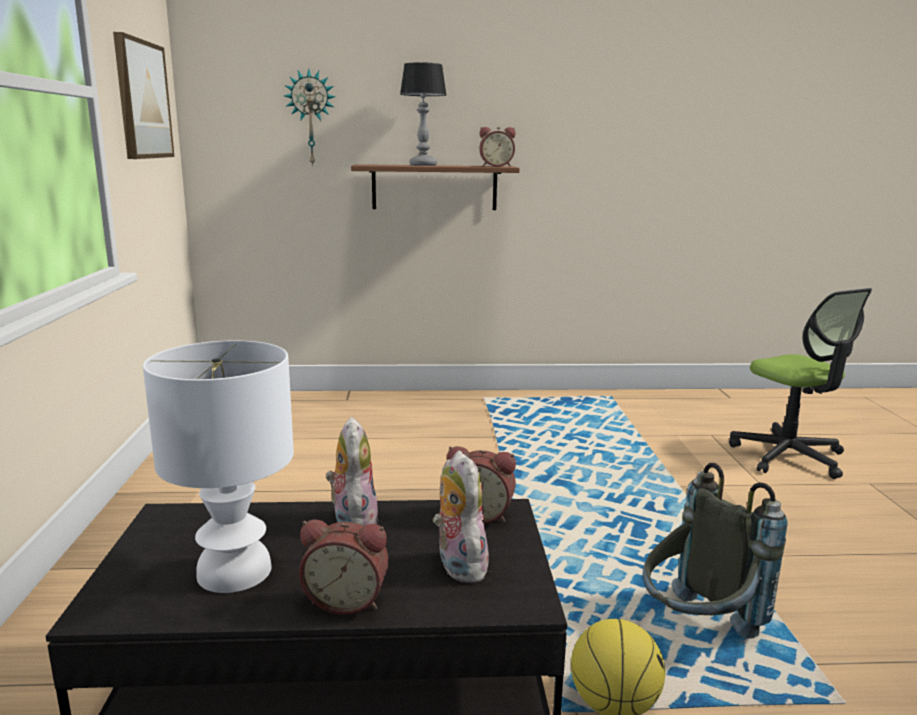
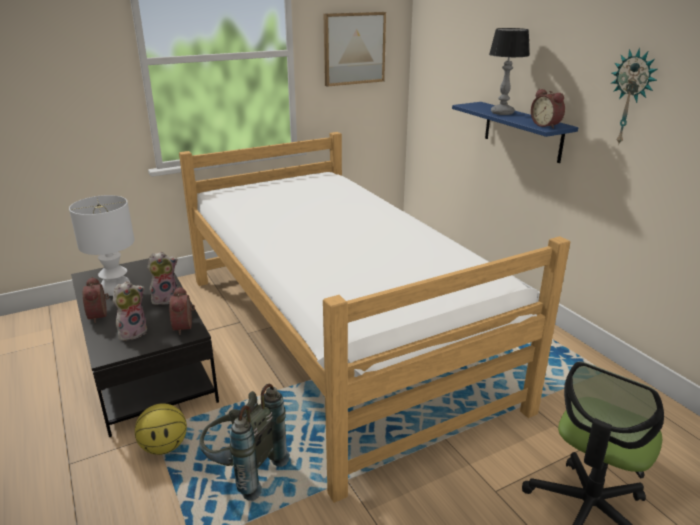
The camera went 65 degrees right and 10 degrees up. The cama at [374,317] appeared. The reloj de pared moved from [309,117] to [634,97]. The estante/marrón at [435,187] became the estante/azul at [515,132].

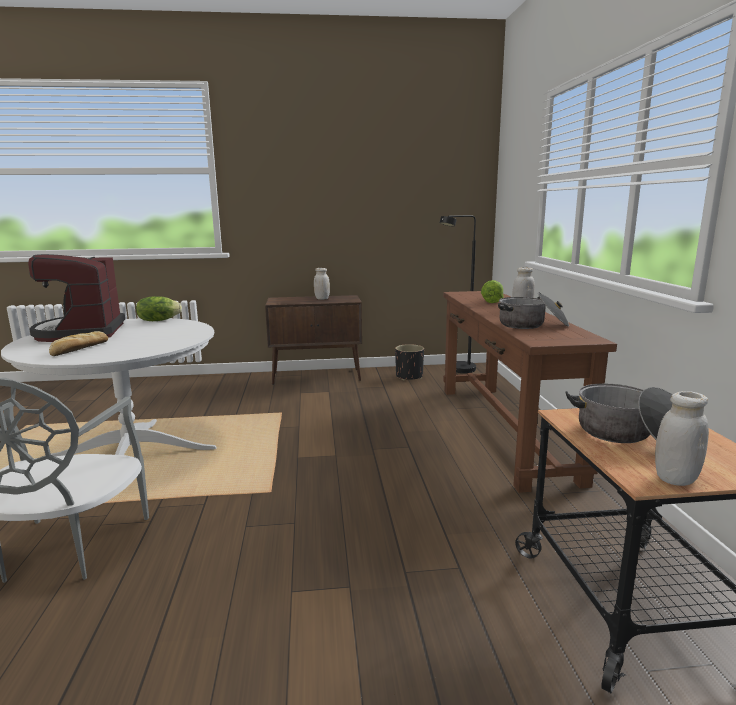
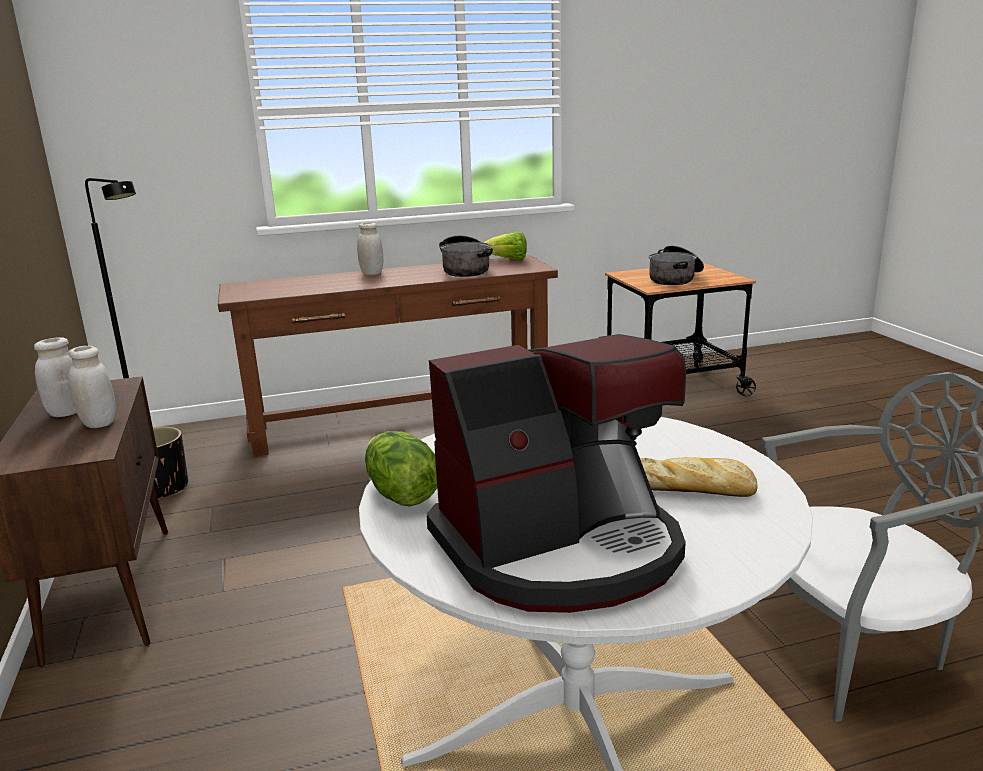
The camera went 100 degrees left and 5 degrees up. The lechuga moved from [492,291] to [505,246]. The tarro/blanco moved from [682,438] to [92,387].

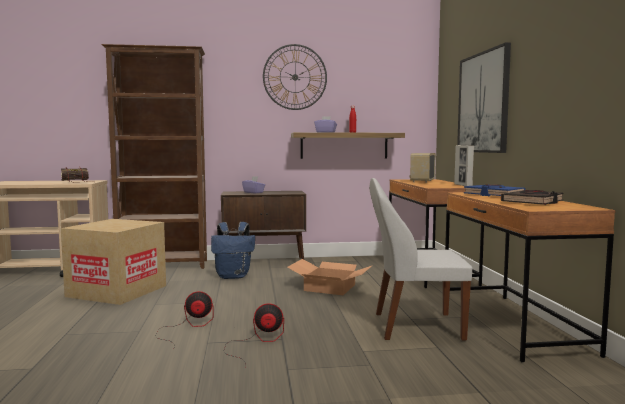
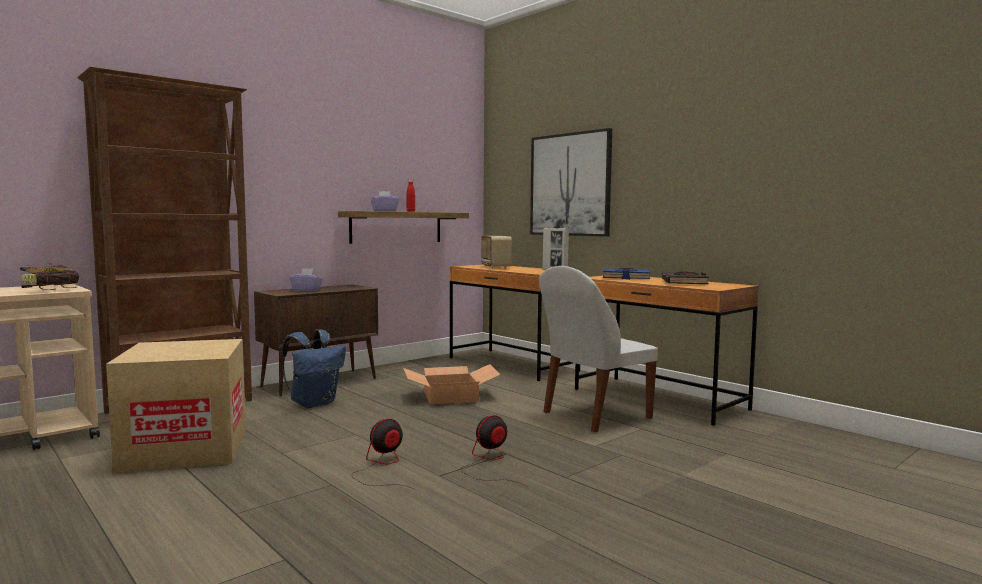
The camera went 35 degrees left and 0 degrees up. The reloj de pared at [295,77] disappeared.

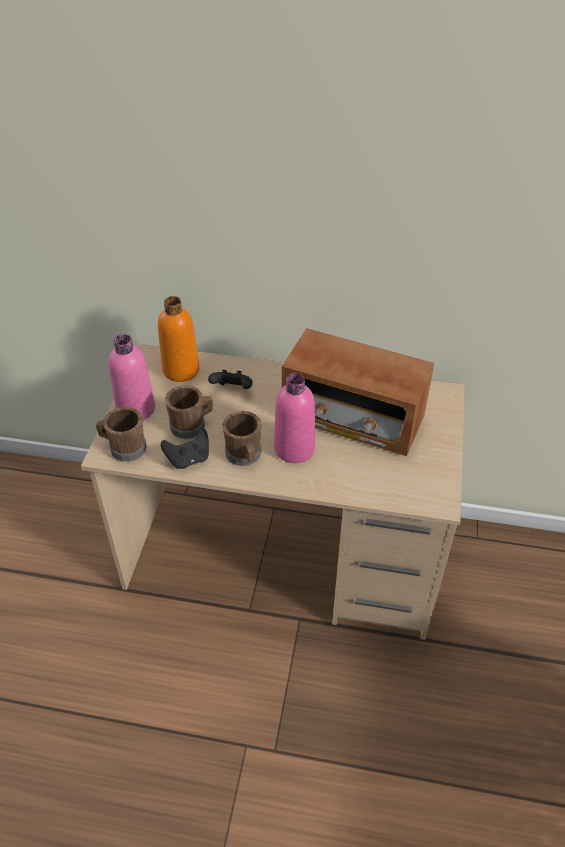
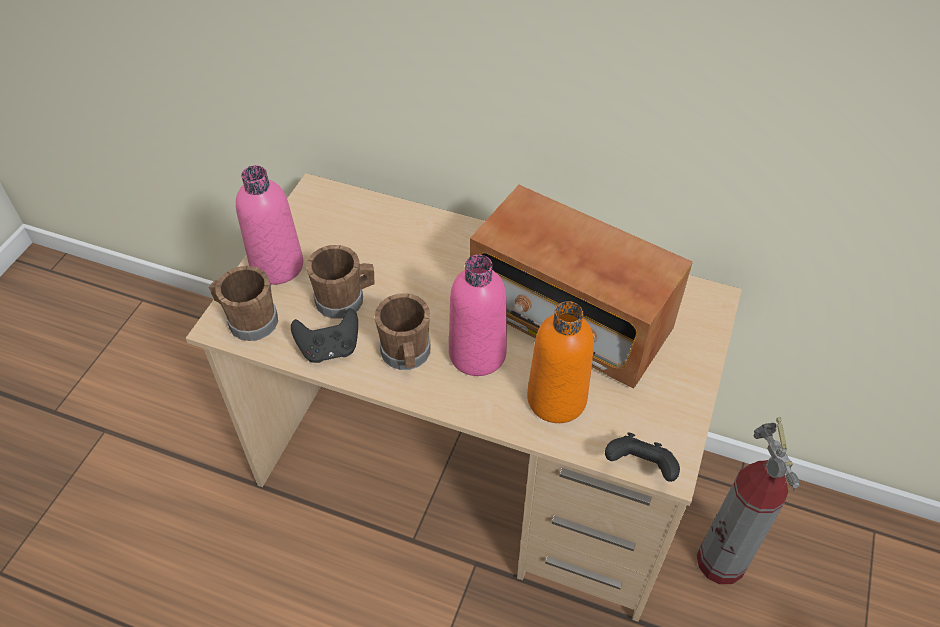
The camera went 10 degrees right and 5 degrees up. The extintor at [748,500] appeared. The botella/naranja moved from [179,339] to [560,362]. The mando de consola/negro moved from [230,379] to [642,457].

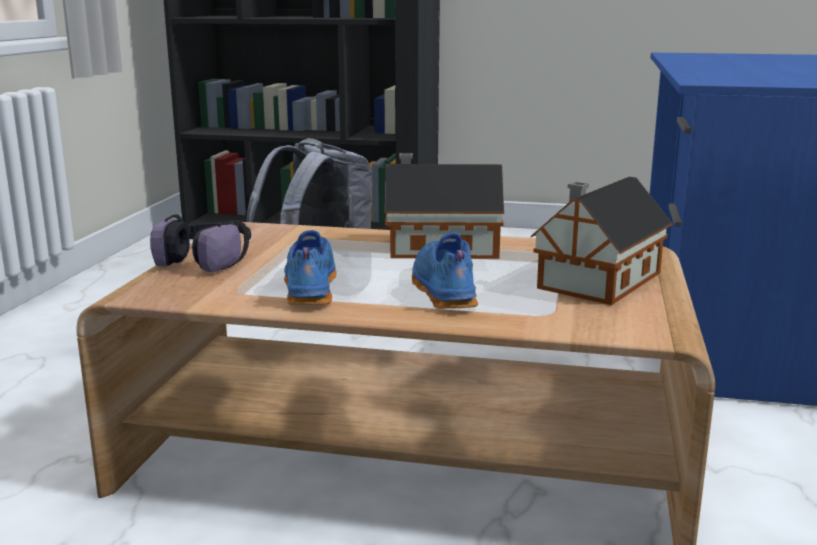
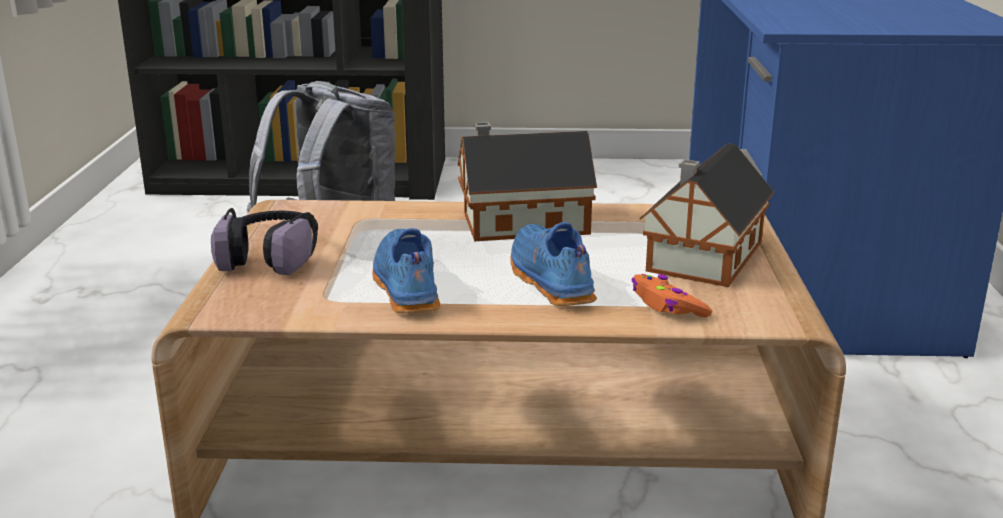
The camera went 10 degrees left and 5 degrees up. The mando de consola/naranja at [672,296] appeared.

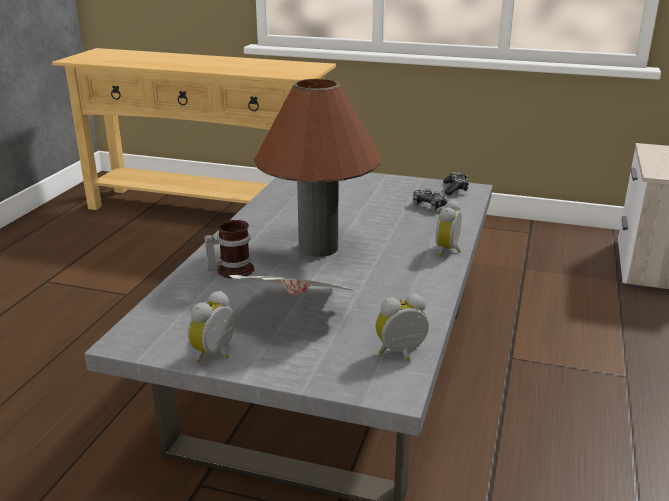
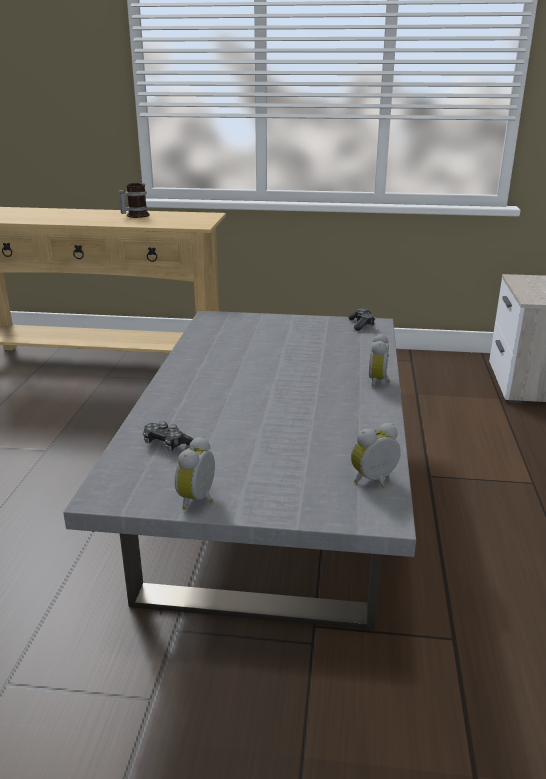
The camera went 10 degrees left and 0 degrees up. The periódico at [291,285] disappeared. The lámpara de mesa/marrón at [317,168] disappeared. The taza grande moved from [229,249] to [134,200]. The mando de consola moved from [431,199] to [168,436].

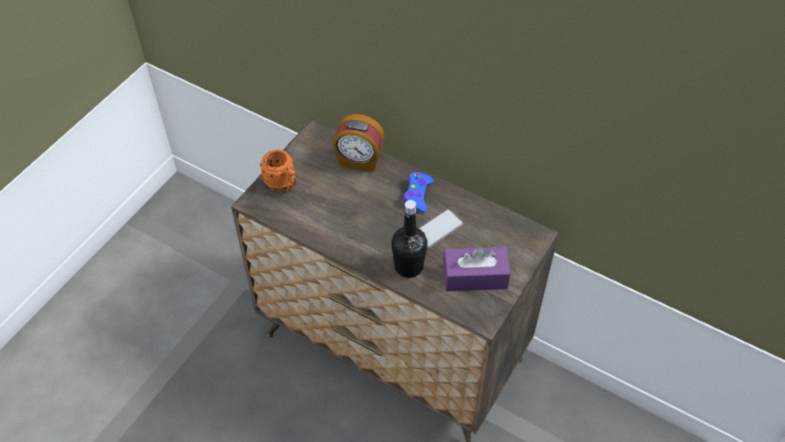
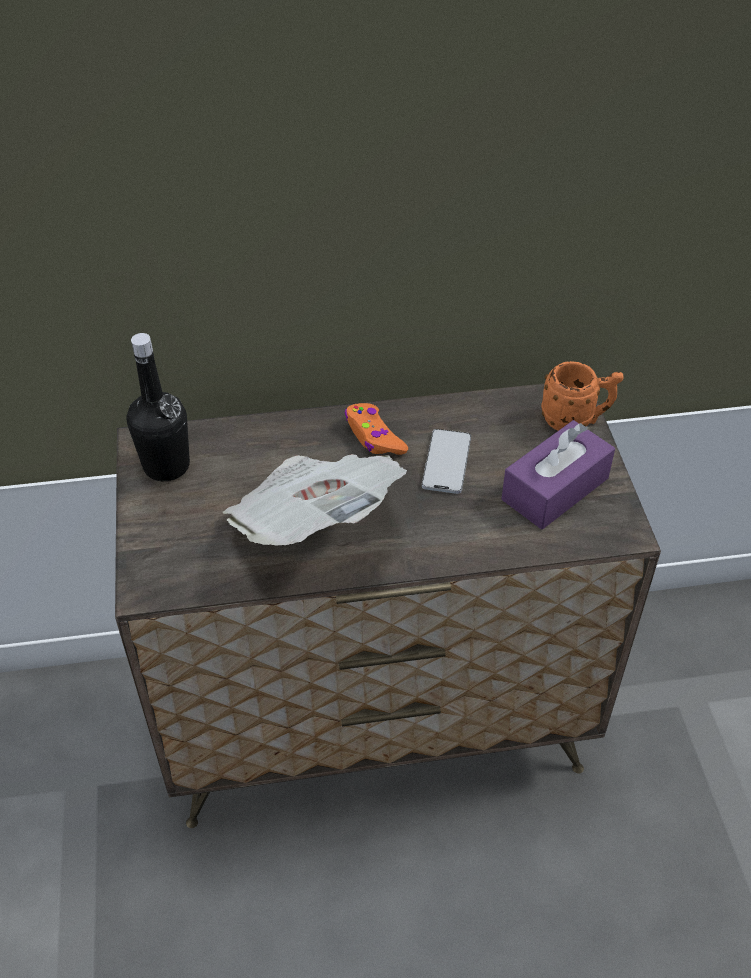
The camera went 40 degrees left and 5 degrees down. The despertador at [359,143] disappeared. The periódico at [315,499] appeared. The taza grande/naranja moved from [278,171] to [582,396]. The botella/negro moved from [410,239] to [158,407]. The mando de consola/azul at [418,192] became the mando de consola/naranja at [376,429].

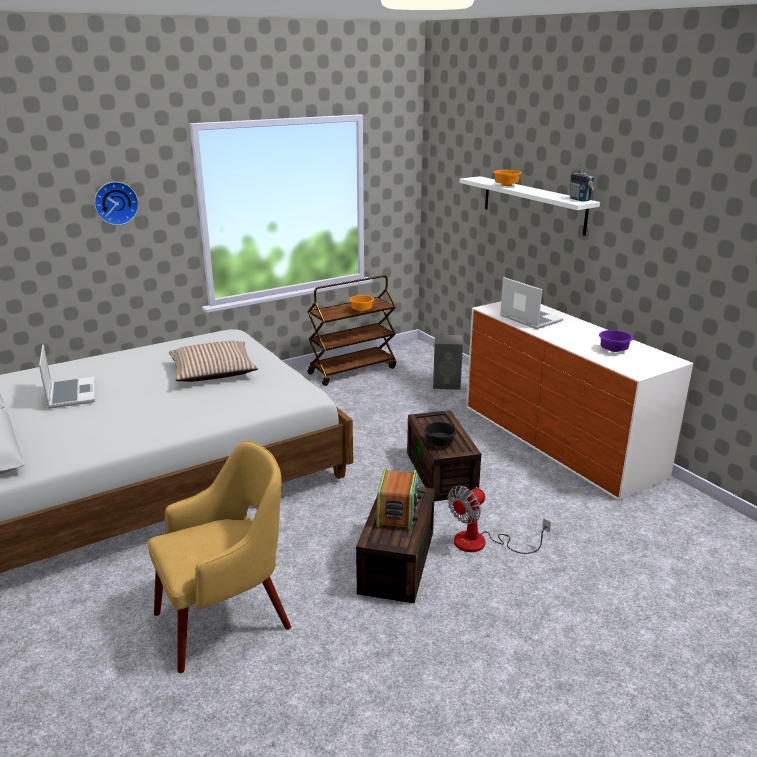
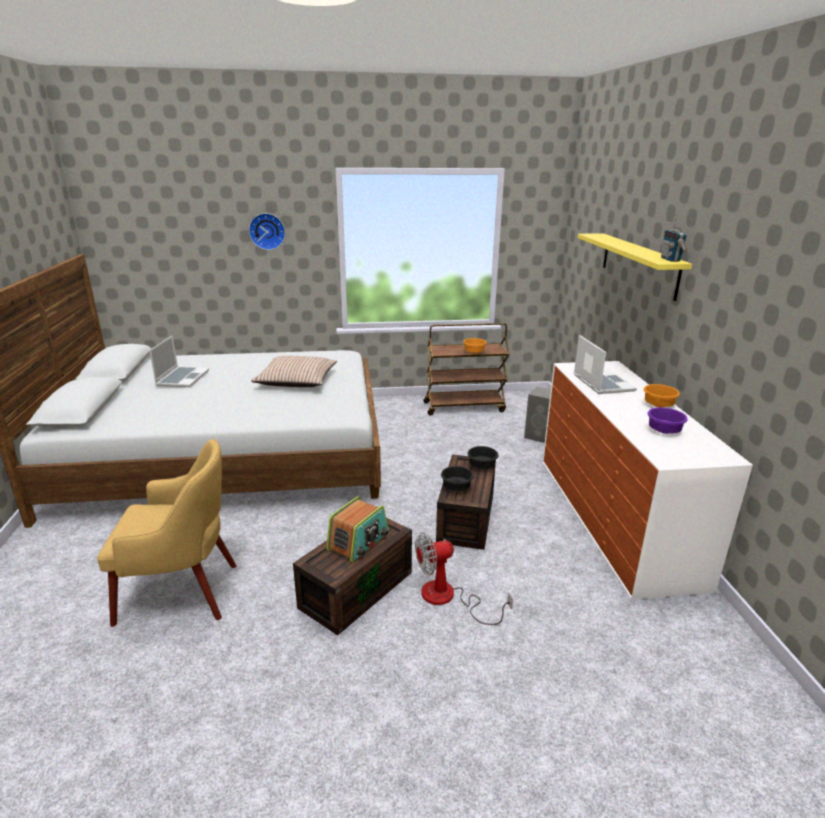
The camera went 25 degrees right and 0 degrees up. The cuenco/negro at [483,457] appeared. The cuenco/naranja moved from [507,178] to [661,395]. The estante/blanco at [530,206] became the estante/amarillo at [635,267].

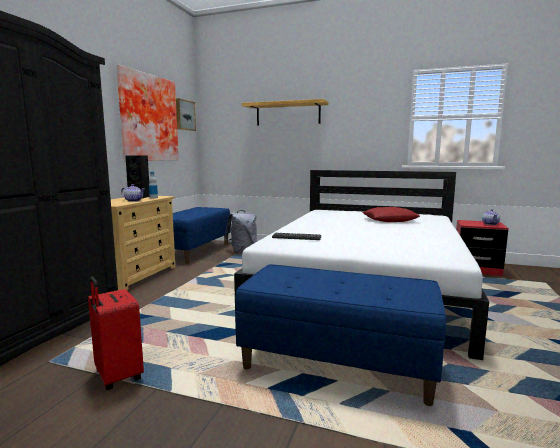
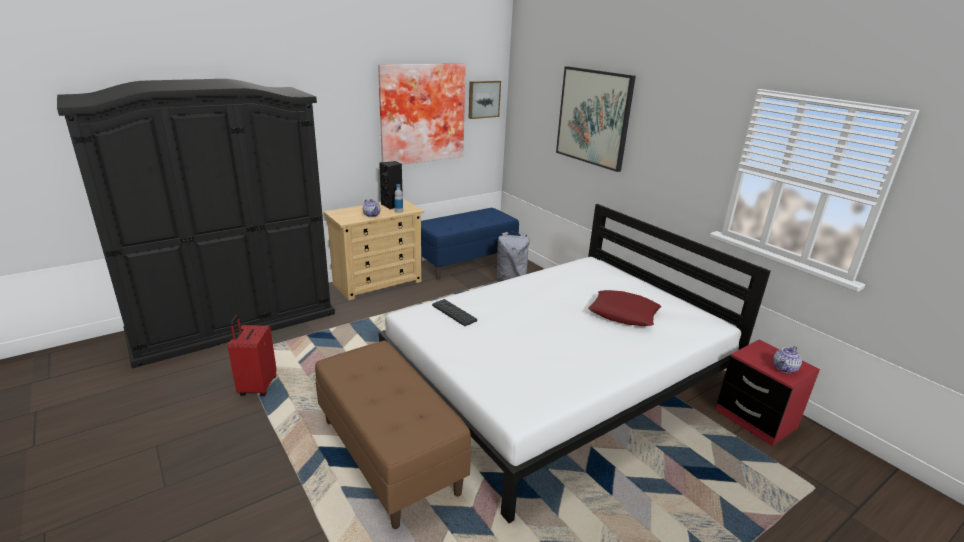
The camera went 35 degrees right and 15 degrees up. The estante at [285,112] was replaced by the cuadro at [596,119]. The banco/azul at [340,335] became the banco/marrón at [393,434].

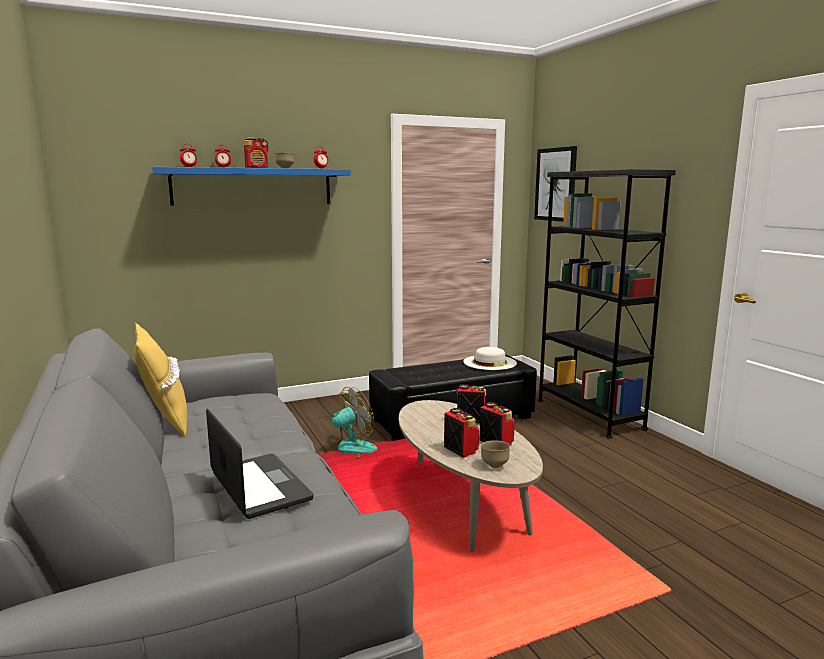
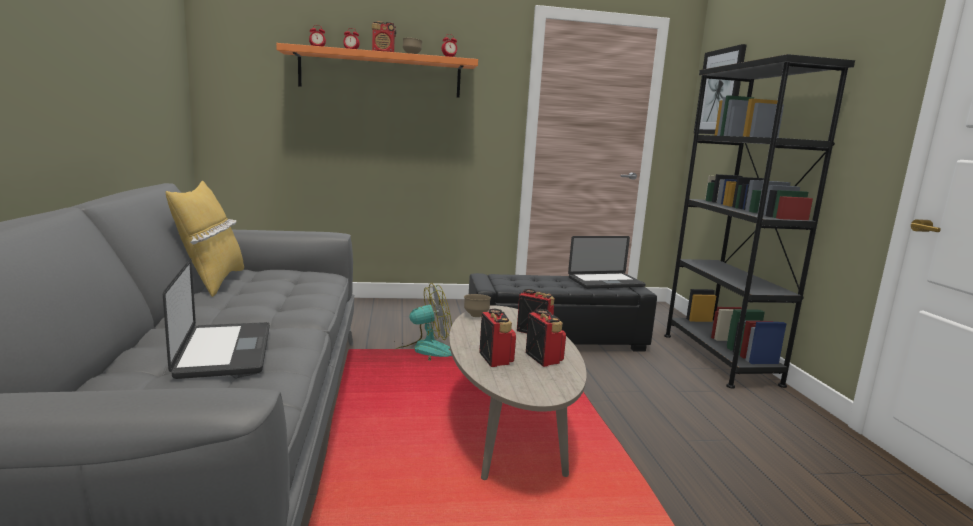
The camera went 15 degrees right and 0 degrees up. The cuenco/marrón moved from [495,454] to [477,305]. The sombrero/blanco at [490,358] was replaced by the portátil at [607,262]. The estante/azul at [251,186] became the estante/naranja at [377,70].

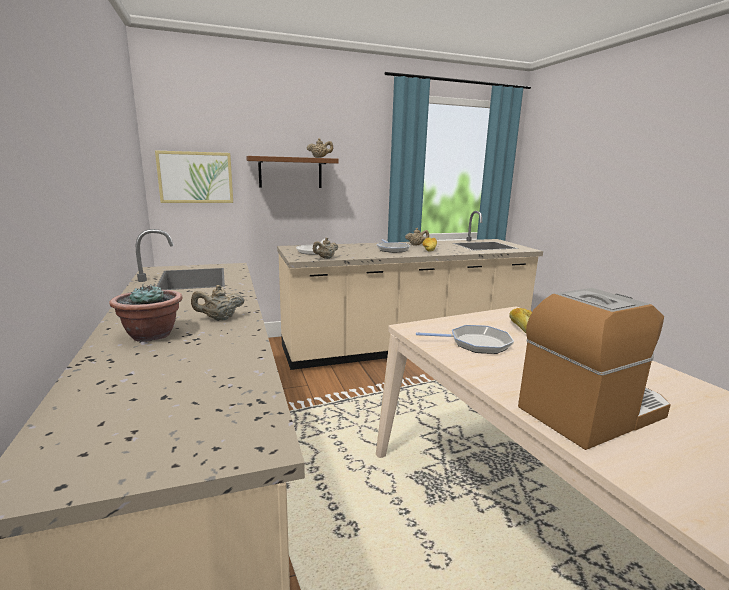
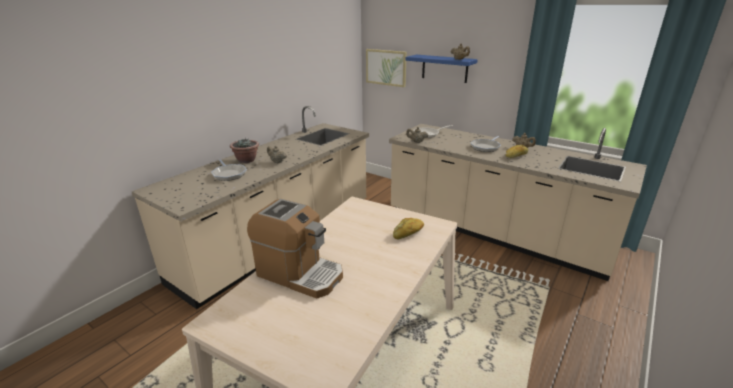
The camera went 55 degrees right and 10 degrees up. The sartén moved from [465,339] to [229,170]. The estante/marrón at [292,172] became the estante/azul at [441,69].

